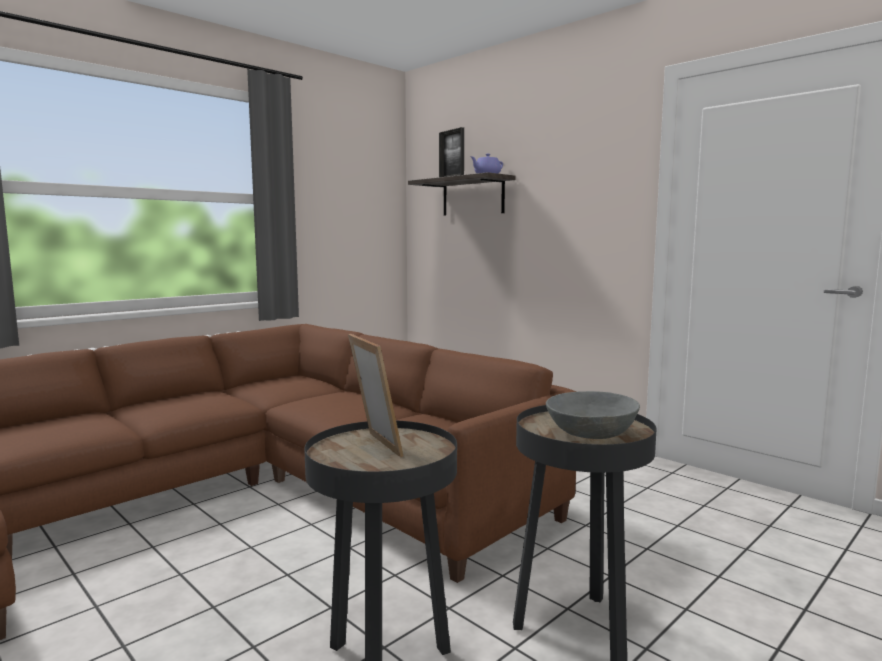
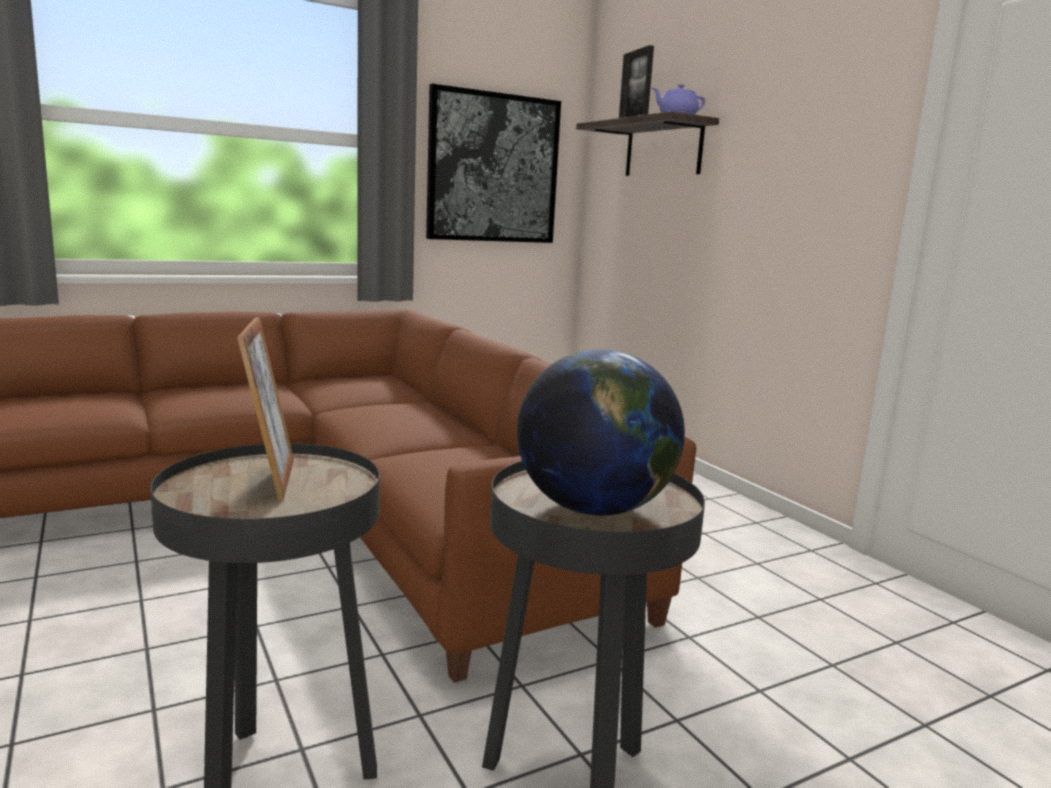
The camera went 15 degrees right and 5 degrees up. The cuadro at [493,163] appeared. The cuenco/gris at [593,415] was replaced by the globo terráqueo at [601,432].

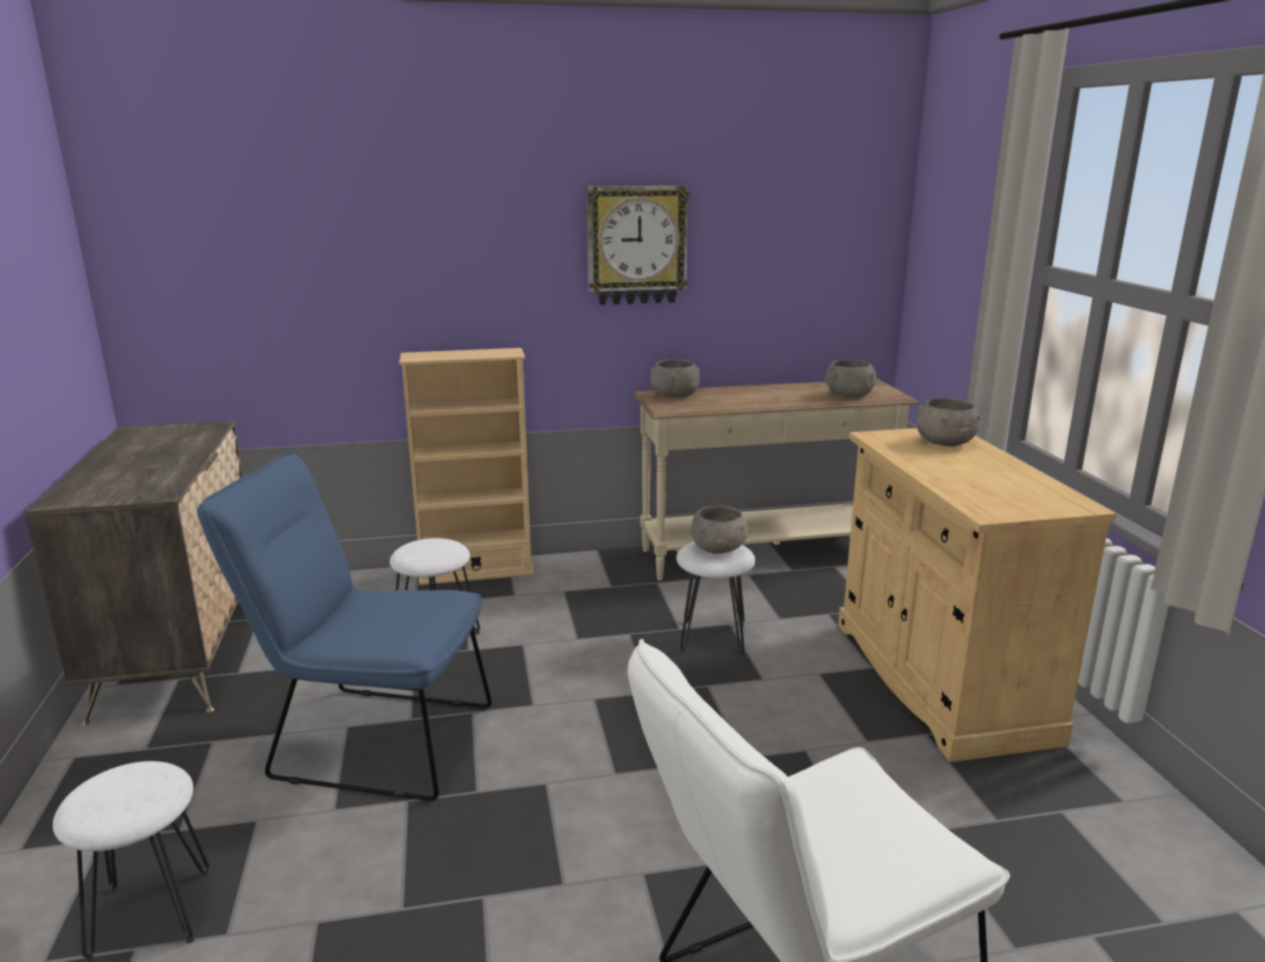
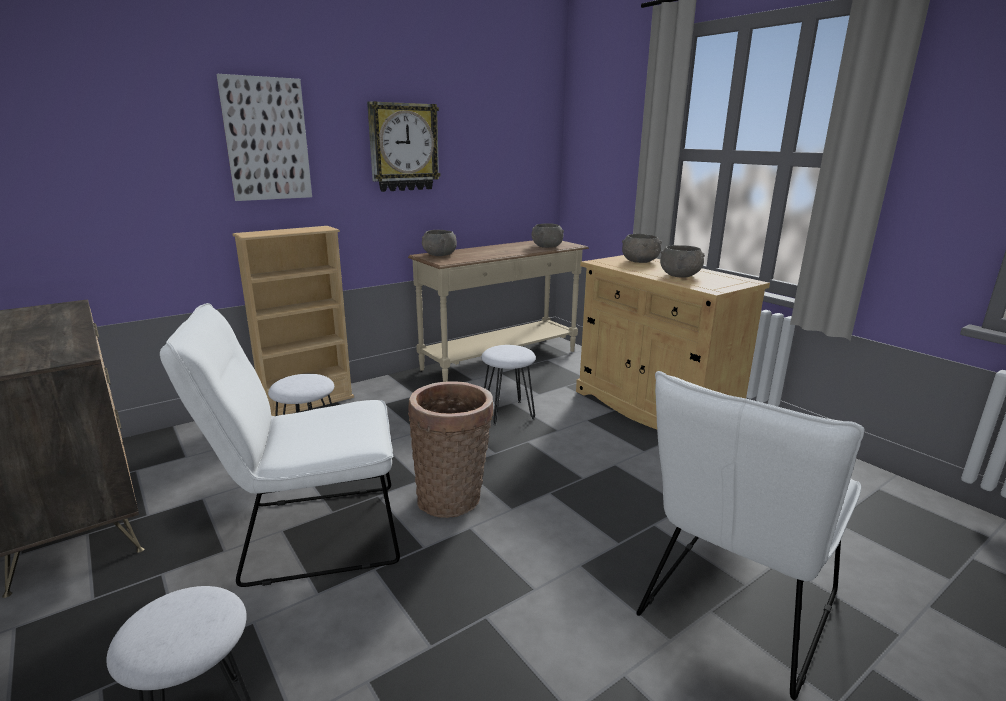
The camera went 25 degrees left and 0 degrees up. The cuadro at [264,137] appeared. The cesta at [450,449] appeared. The cuenco/gris moved from [719,530] to [682,261]. The silla/azul at [344,626] became the silla/blanco at [280,445].

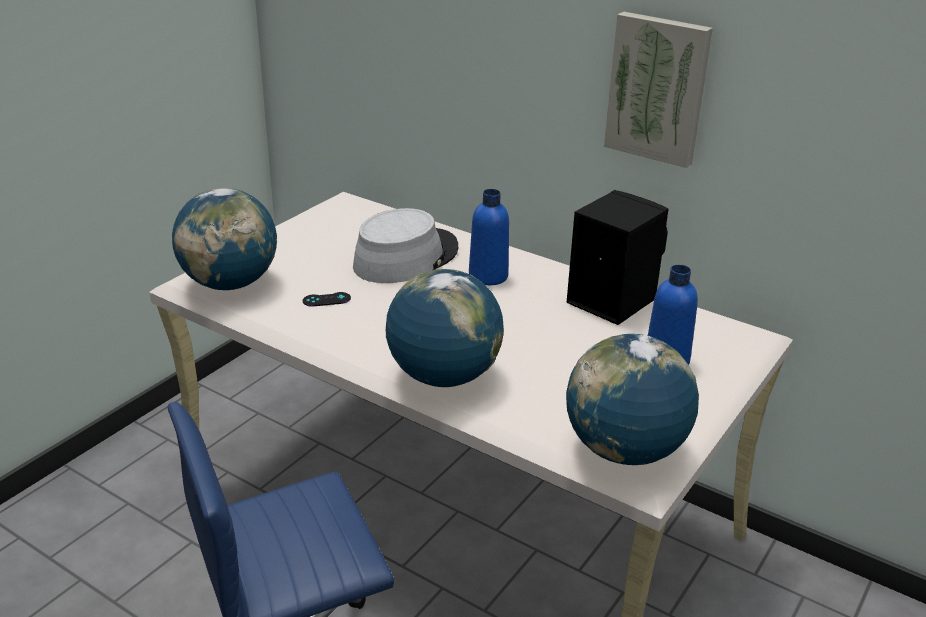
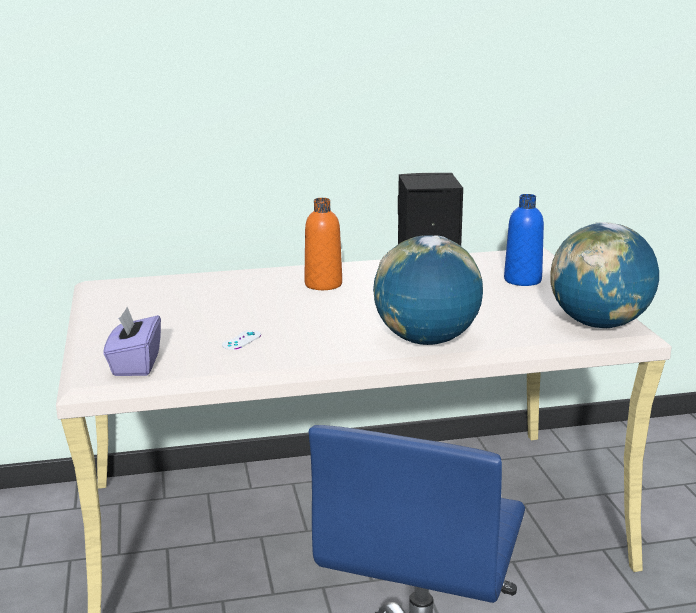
The camera went 45 degrees left and 10 degrees down. The sombrero/gris at [405,245] disappeared. The cuadro at [658,90] disappeared. The globo terráqueo at [224,238] was replaced by the caja de pañuelos/morado at [132,341]. The mando de consola/negro at [327,299] became the mando de consola/blanco at [241,340]. The botella/azul at [489,237] became the botella/naranja at [323,244].

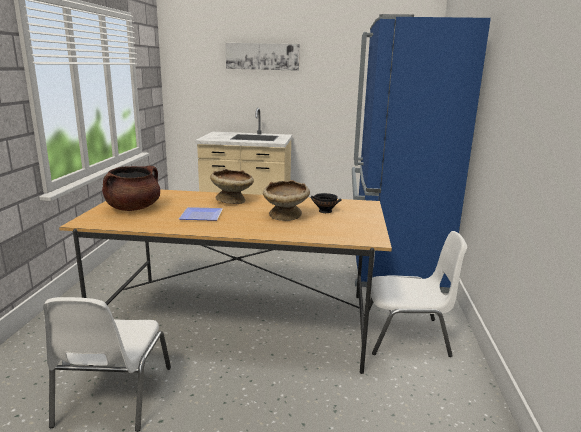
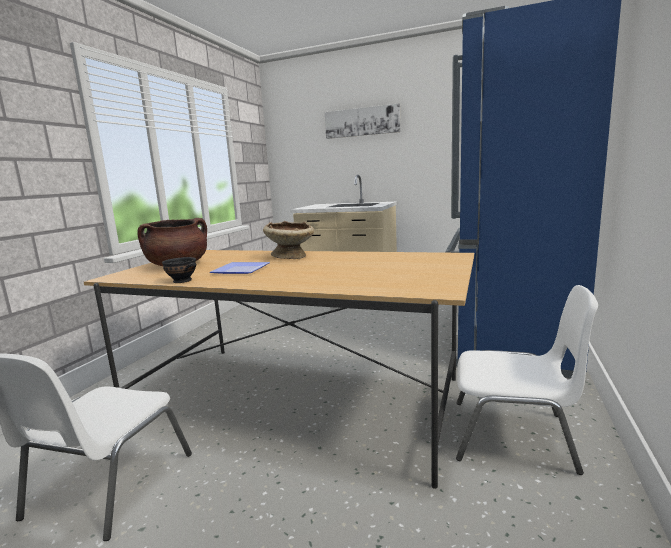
The camera went 15 degrees right and 5 degrees down. The cuenco/beis at [286,200] disappeared. The cuenco/negro moved from [325,203] to [179,270].

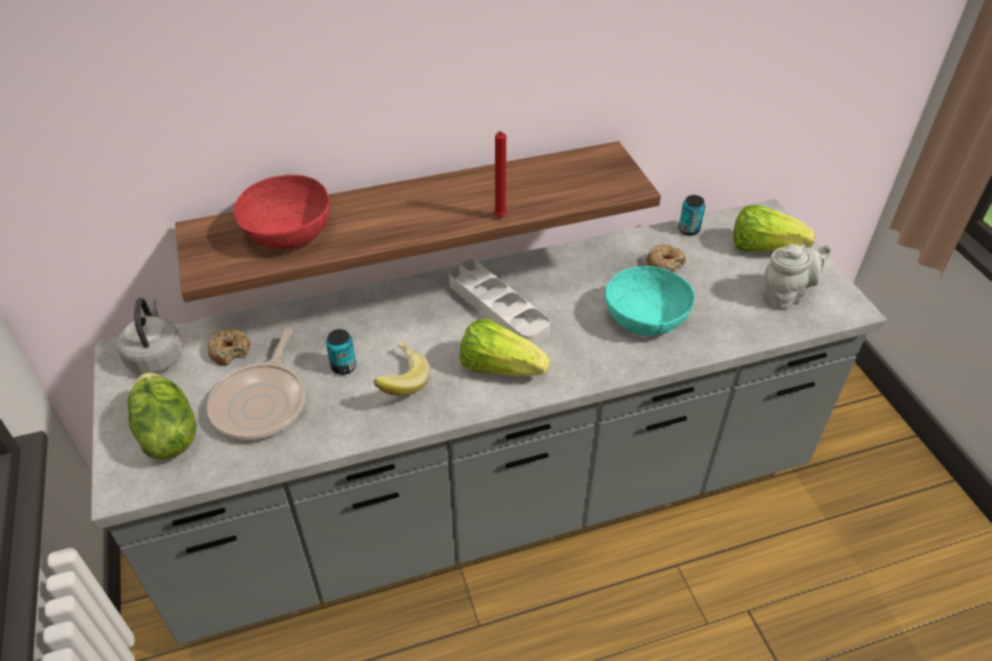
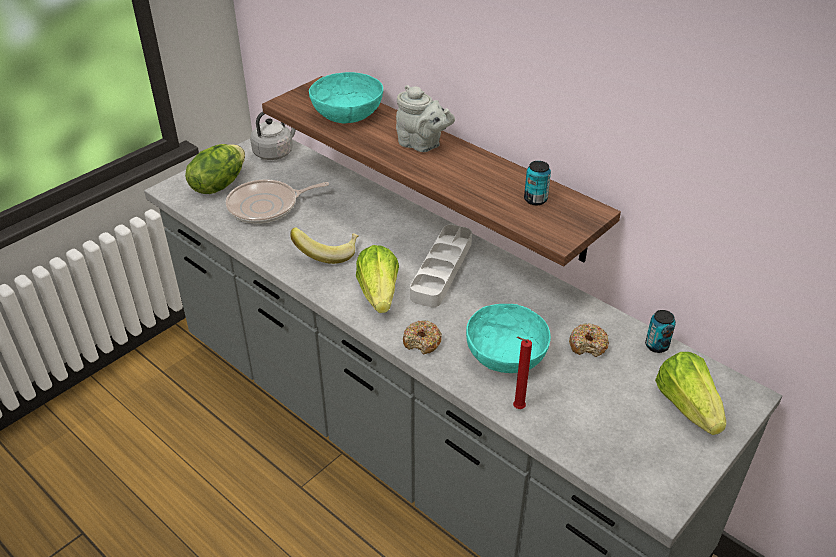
The camera went 60 degrees right and 5 degrees down. The rosquilla moved from [228,347] to [422,337]. The lata moved from [341,352] to [537,183]. The vela/rojo moved from [500,174] to [522,373]. The tetera/gris moved from [798,276] to [425,118]. The cuenco/rojo at [281,212] became the cuenco/turquesa at [346,98].

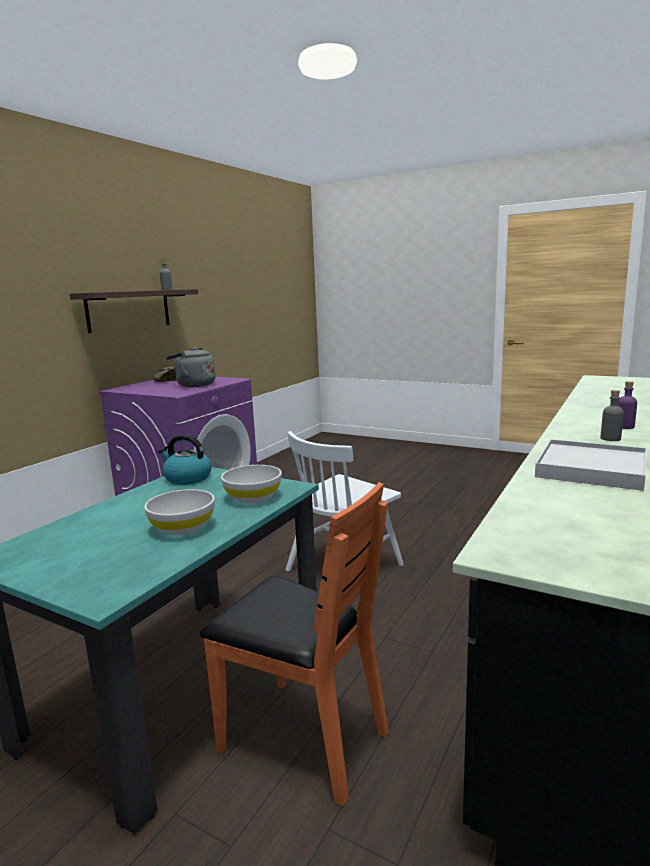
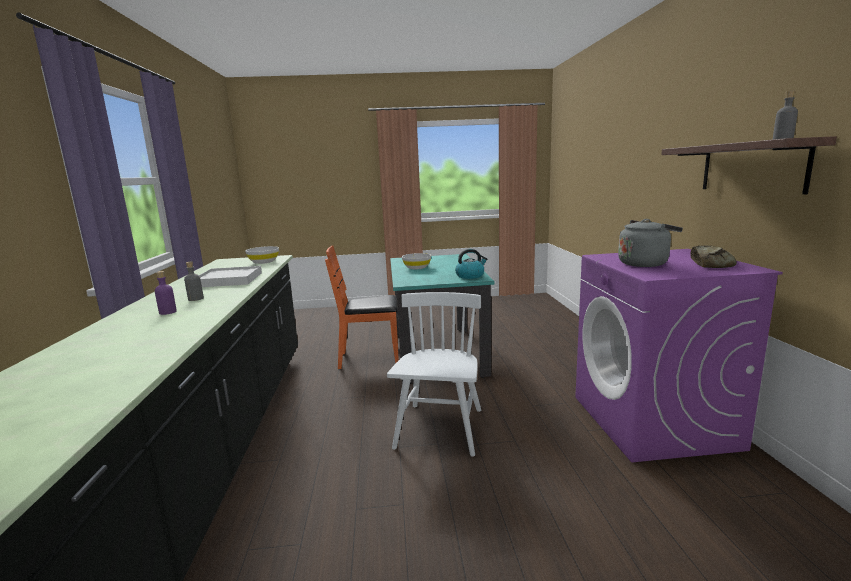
The camera went 145 degrees right and 0 degrees up. The cuenco/blanco moved from [251,484] to [262,255].

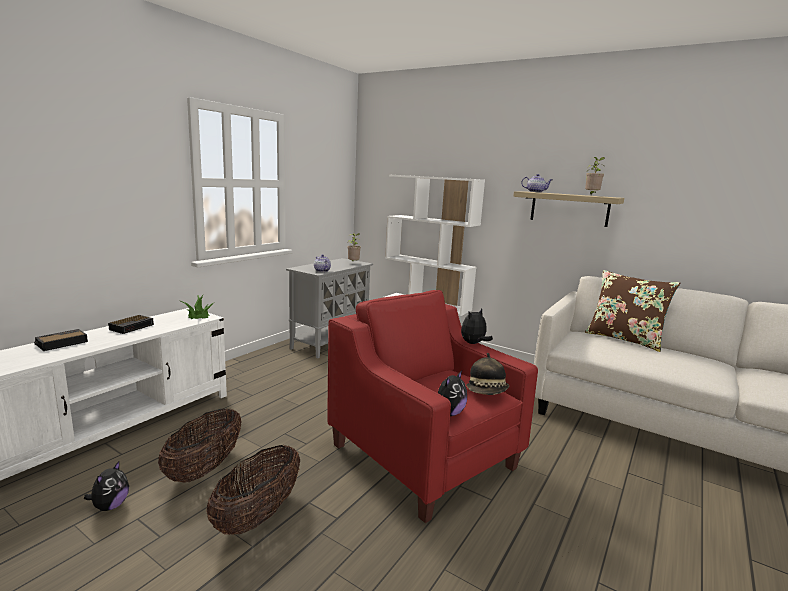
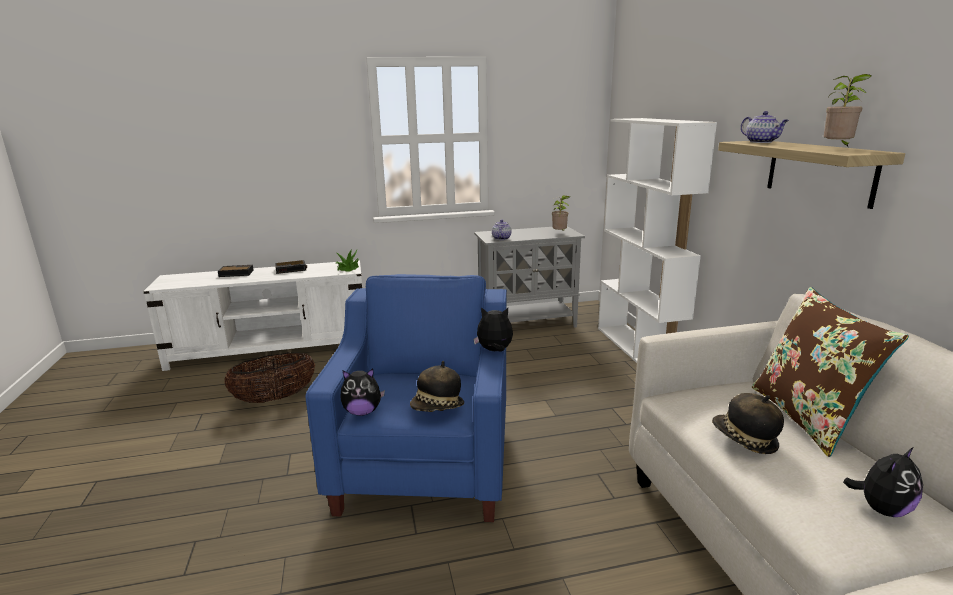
The camera went 45 degrees right and 5 degrees up. The cesta at [253,490] disappeared. The sombrero at [748,423] appeared. The peluche moved from [106,486] to [883,482]. The sillón/rojo at [432,406] became the sillón/azul at [406,398].

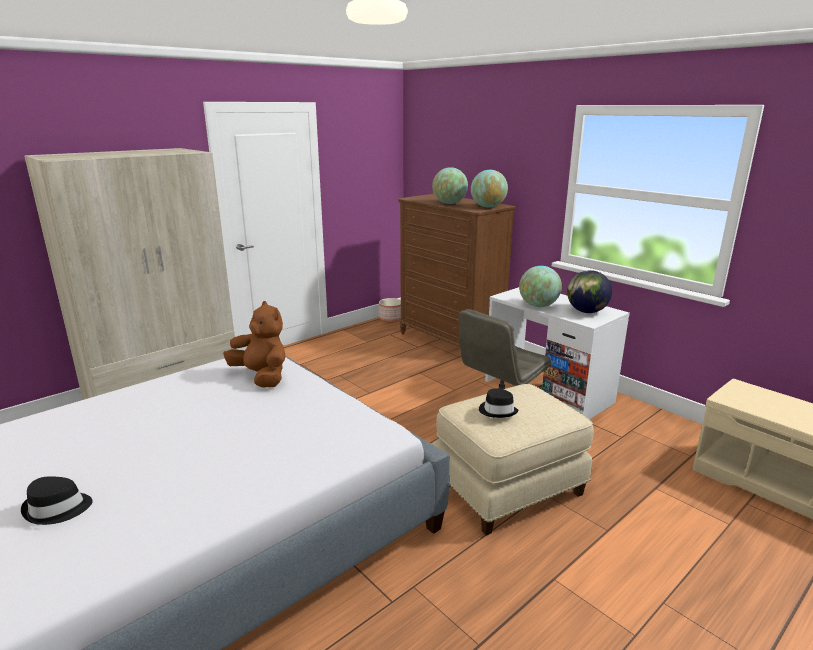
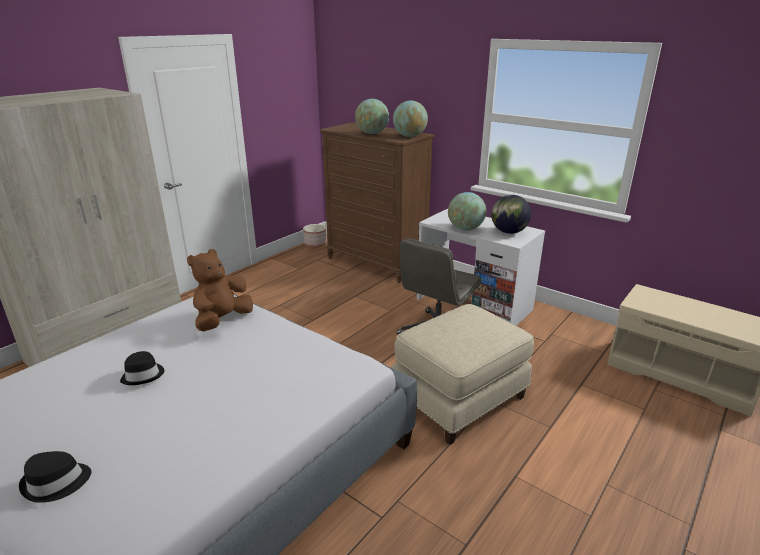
The camera went 10 degrees left and 5 degrees up. The sombrero/negro moved from [499,403] to [142,368]. The peluche/marrón at [254,344] turned 90 degrees counterclockwise.

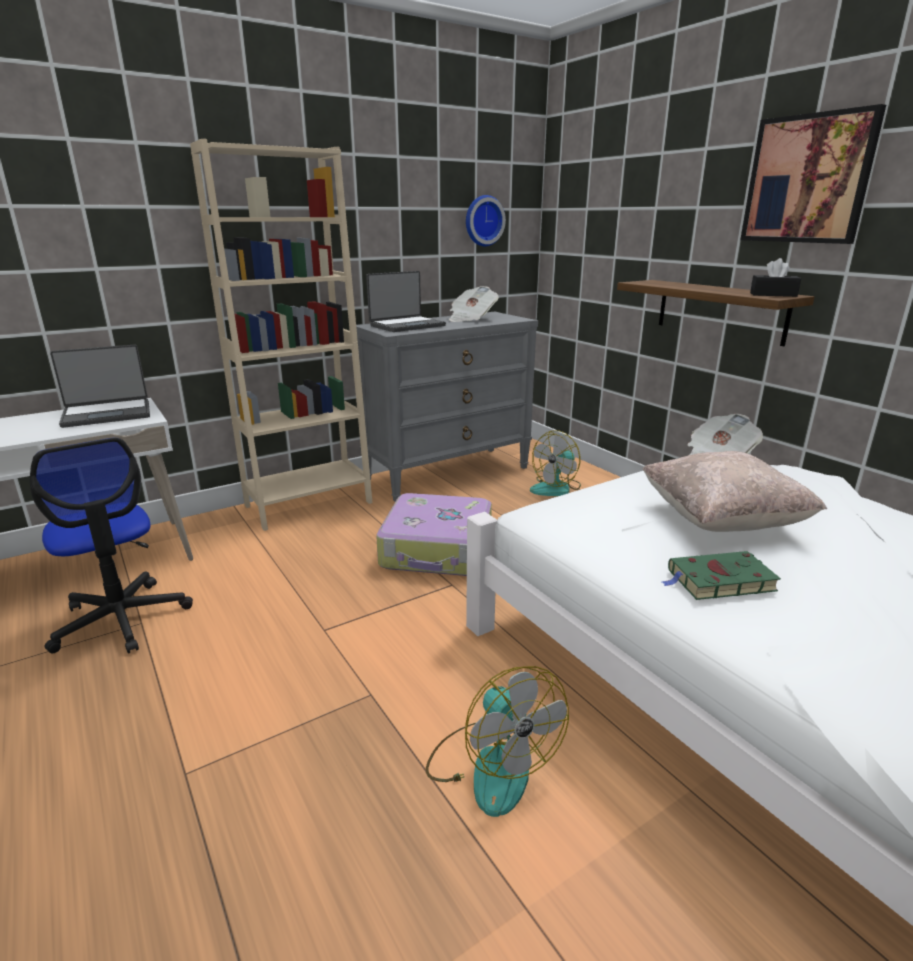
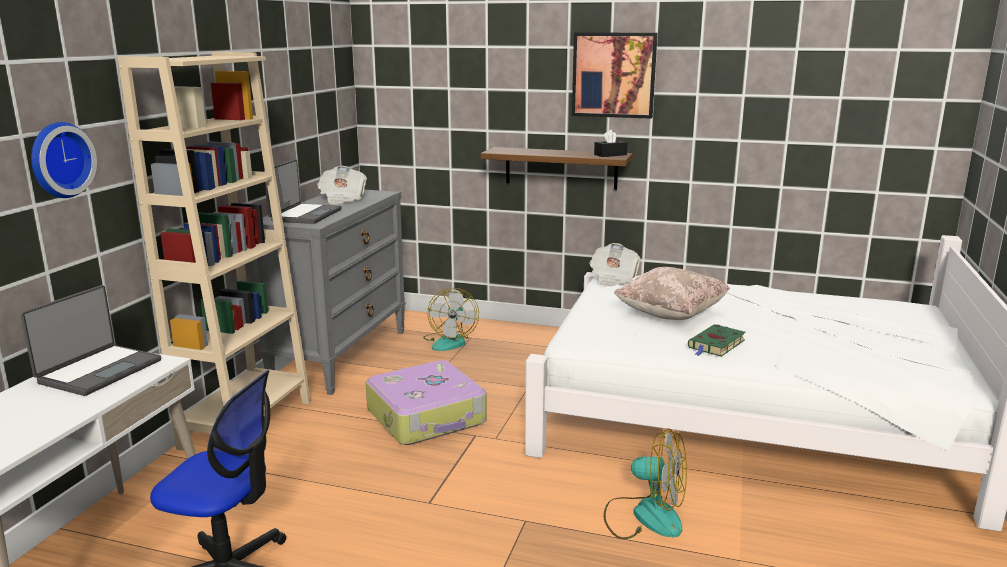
The camera went 40 degrees left and 5 degrees down. The reloj de pared moved from [486,220] to [64,160].

